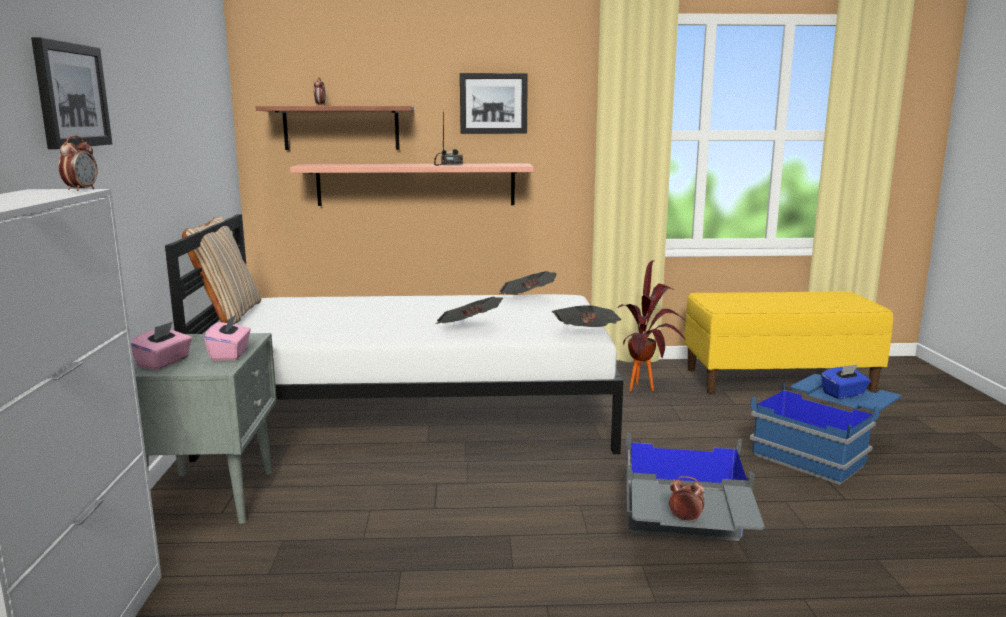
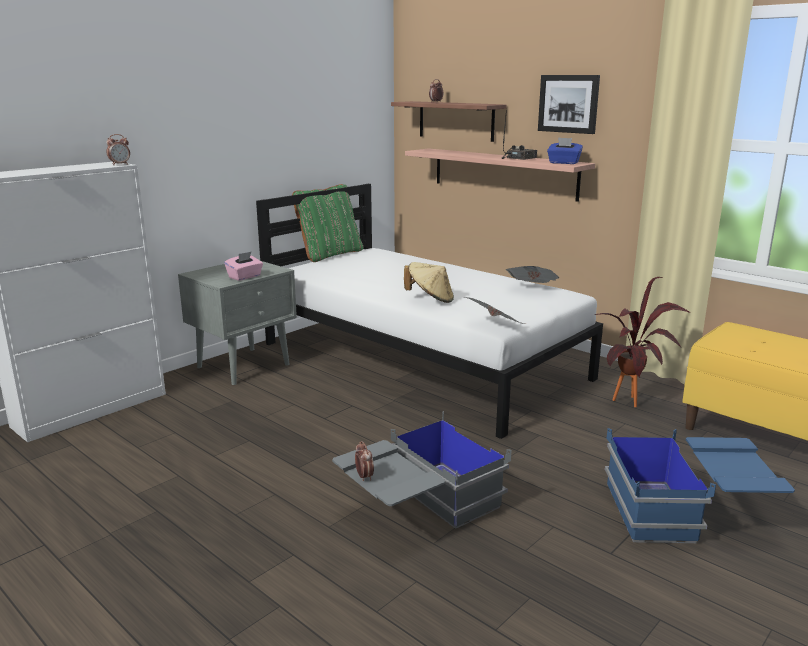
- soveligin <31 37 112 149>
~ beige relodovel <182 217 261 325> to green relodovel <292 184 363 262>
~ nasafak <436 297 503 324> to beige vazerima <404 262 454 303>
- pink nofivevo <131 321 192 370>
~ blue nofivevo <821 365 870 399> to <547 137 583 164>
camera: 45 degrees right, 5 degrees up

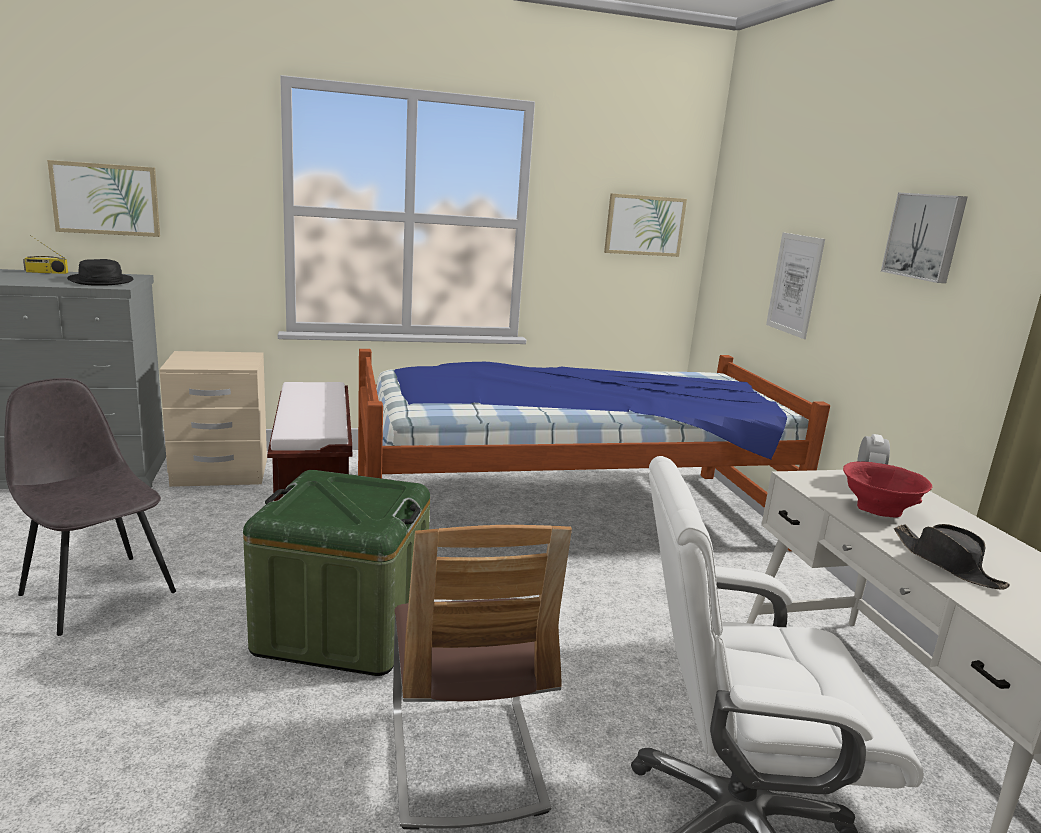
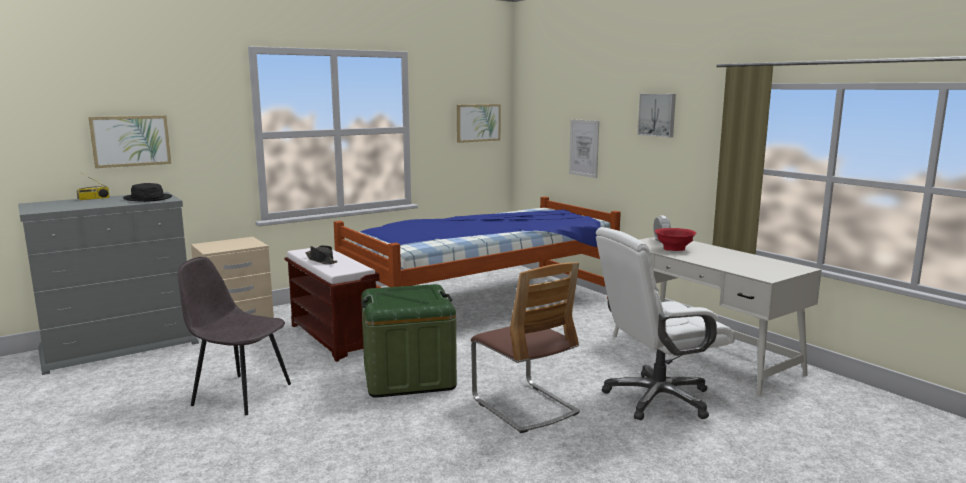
~ black vazerima <894 524 1010 590> to <305 246 338 264>
camera: 20 degrees left, 5 degrees down

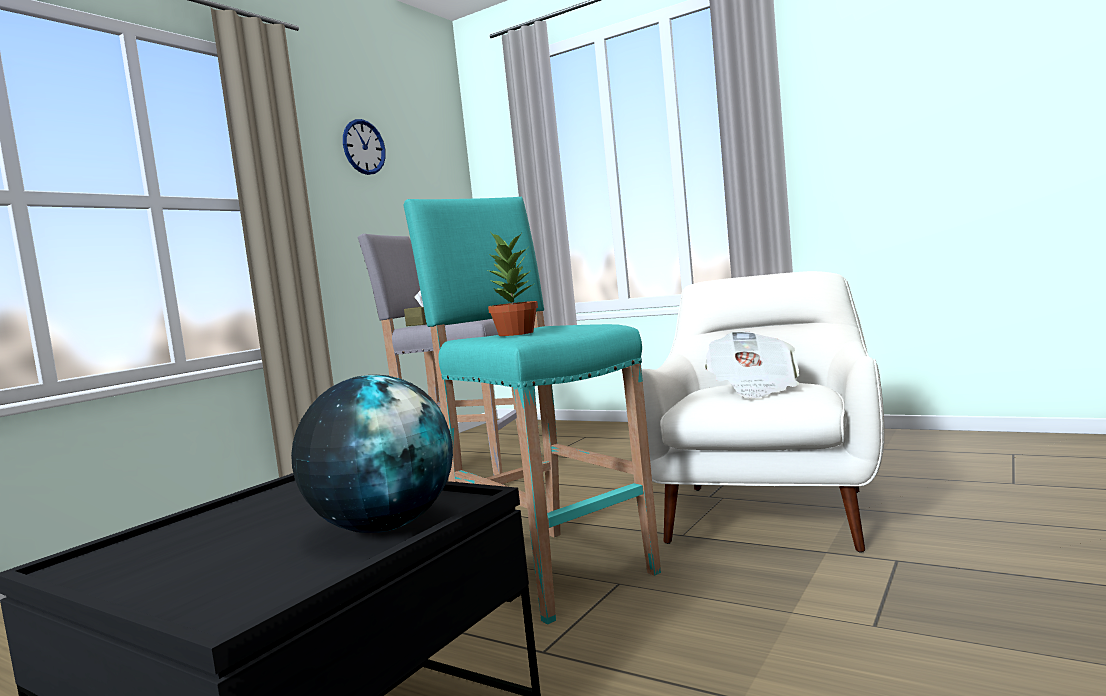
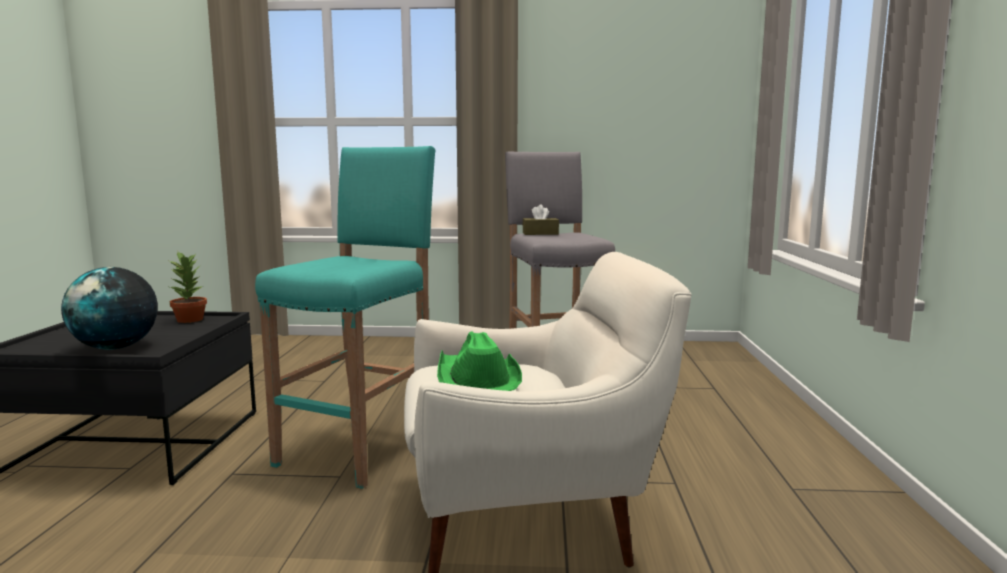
- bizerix <343 119 386 175>
~ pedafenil <488 233 538 336> to <169 252 207 323>
~ nasafak <704 331 799 398> to green vazerima <437 331 522 391>
camera: 60 degrees right, 5 degrees up

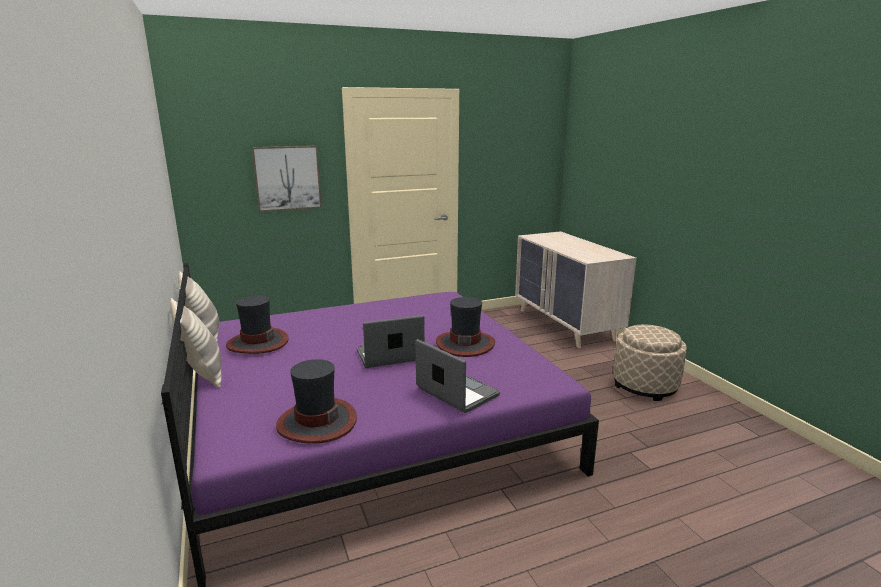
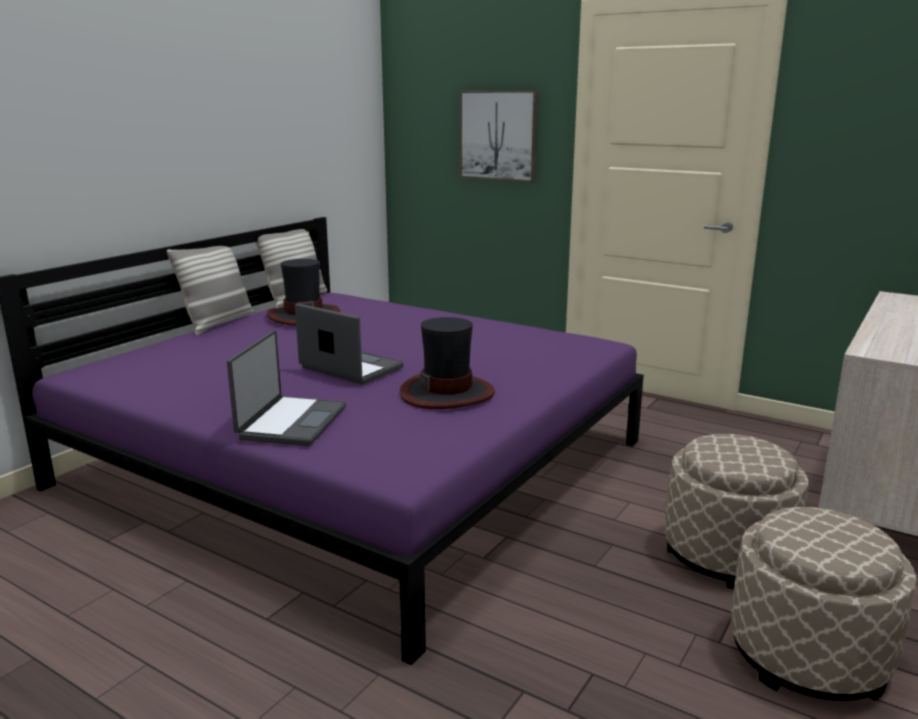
- vazerima <276 359 357 444>
+ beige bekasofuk <665 434 809 589>
camera: 55 degrees right, 0 degrees up

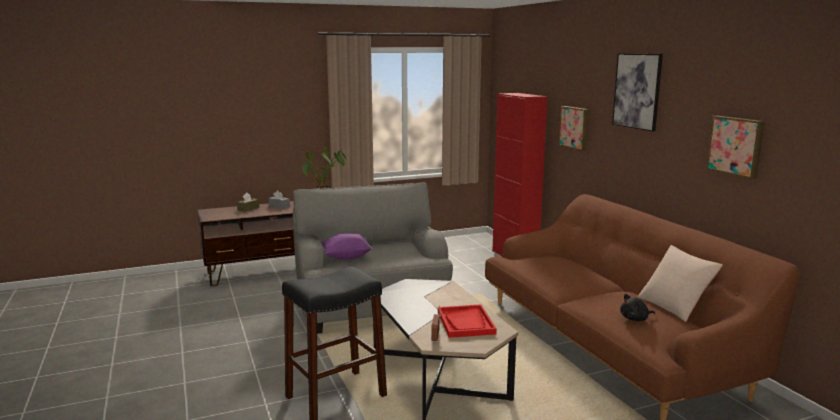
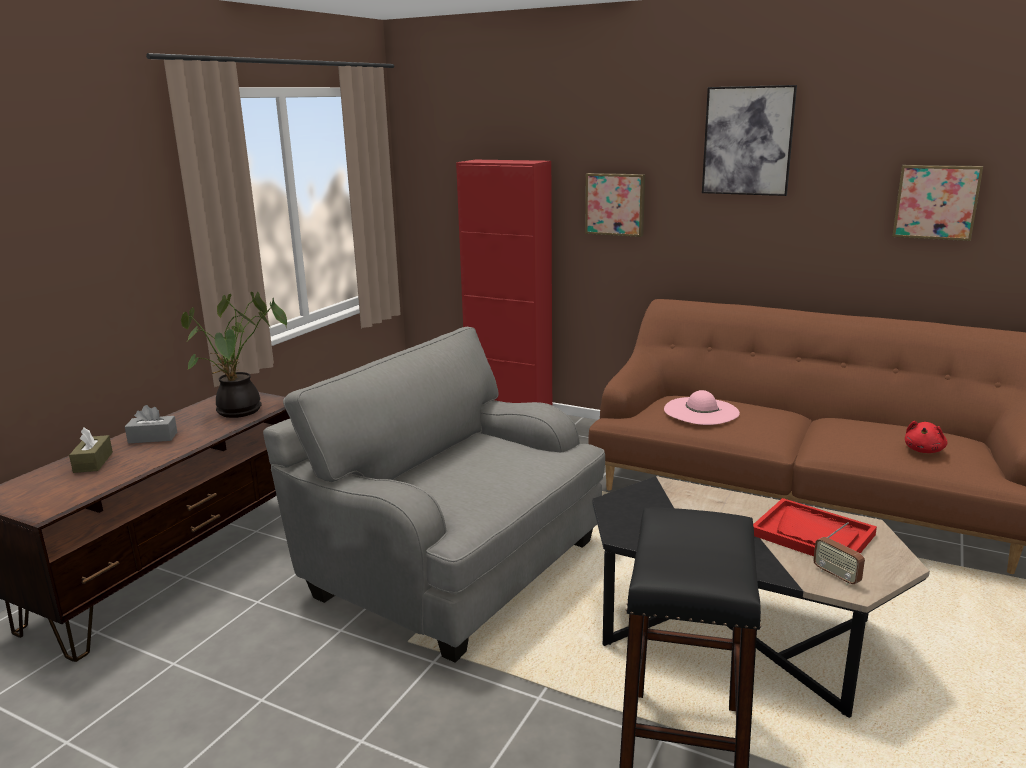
- purple relodovel <321 233 372 259>
- beige relodovel <638 245 723 322>
~ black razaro <620 294 655 321> to red razaro <905 421 947 453>
+ pink vazerima <664 390 740 425>
camera: 40 degrees left, 5 degrees up

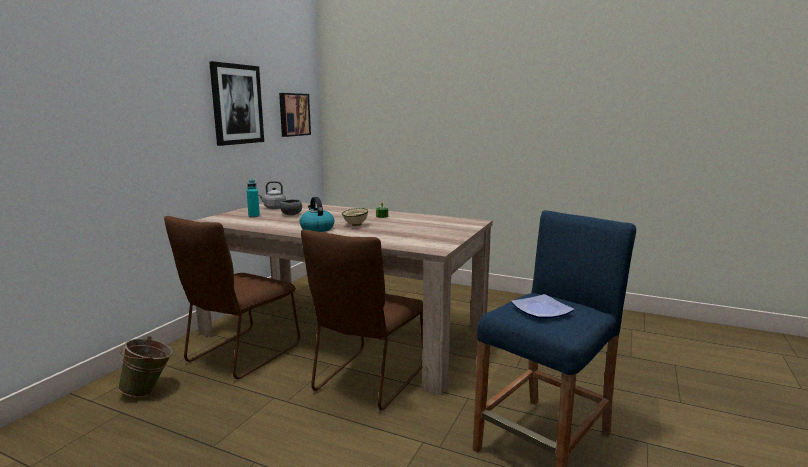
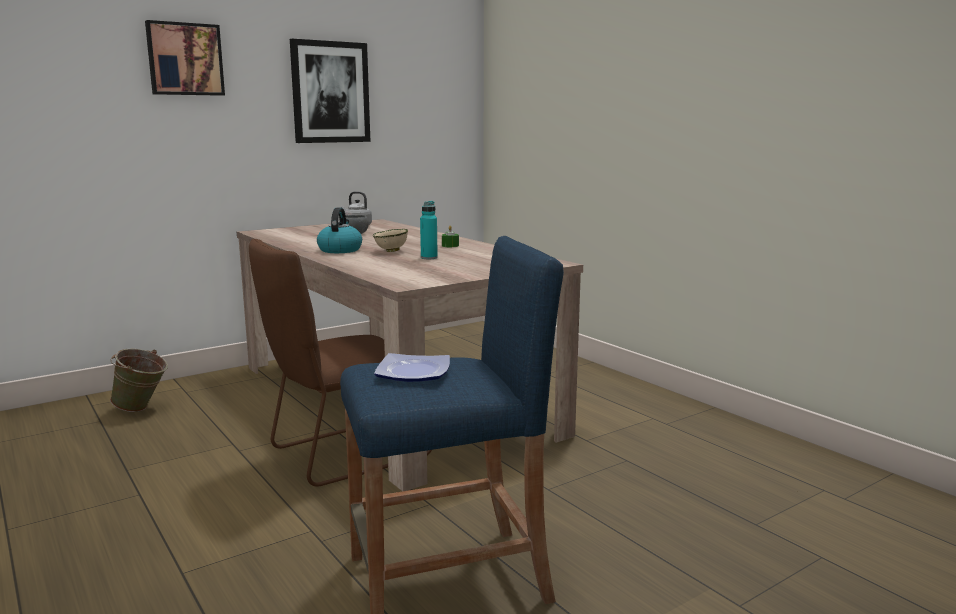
~ soveligin <279 93 311 137> to <145 20 225 96>
~ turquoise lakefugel <247 180 260 218> to <420 201 438 259>
- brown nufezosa <164 216 300 379>
camera: 30 degrees right, 0 degrees up

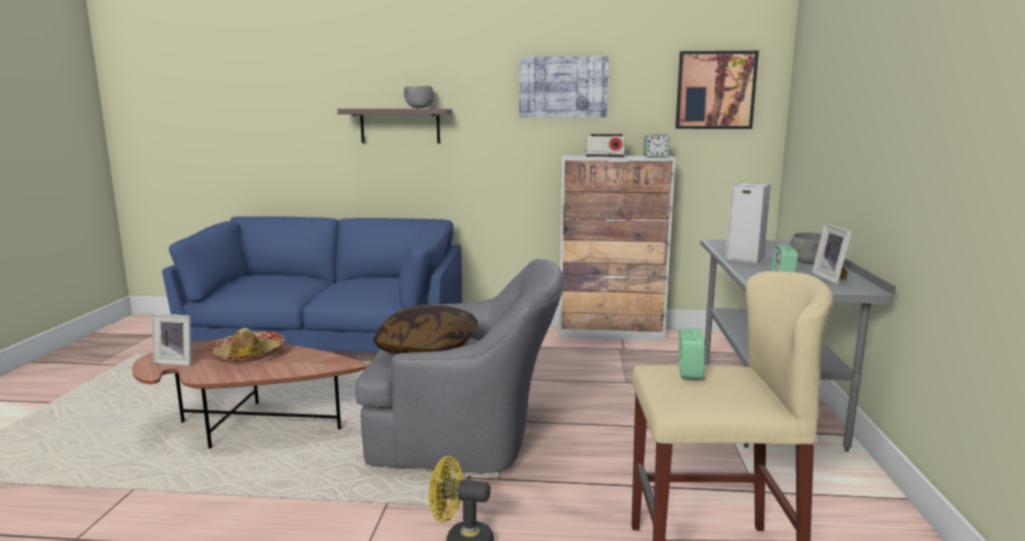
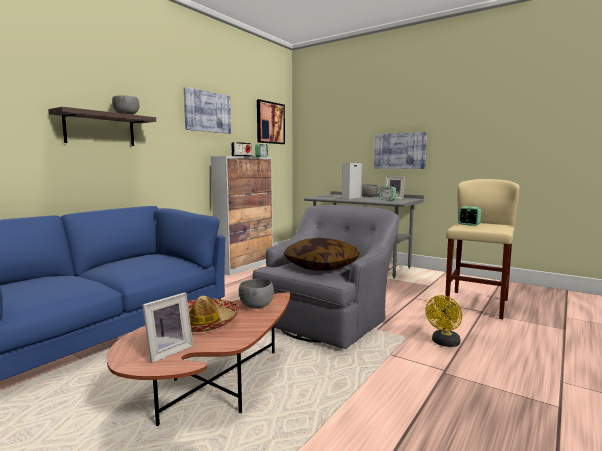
+ soveligin <374 132 427 169>
+ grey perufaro <239 279 274 309>
camera: 60 degrees left, 5 degrees down

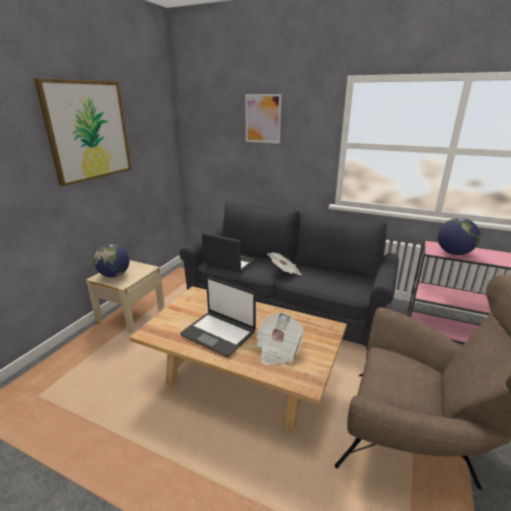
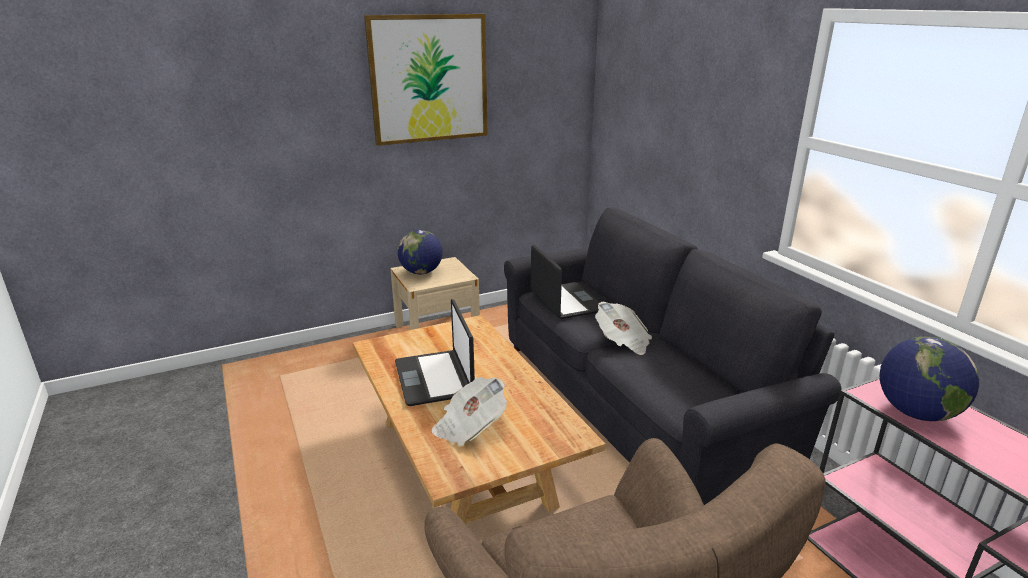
- soveligin <245 94 281 144>
camera: 40 degrees right, 0 degrees up

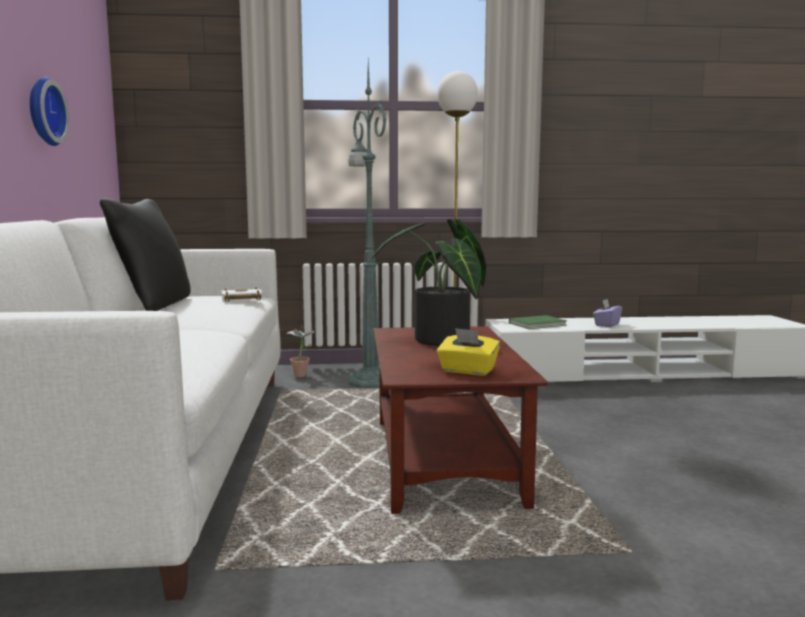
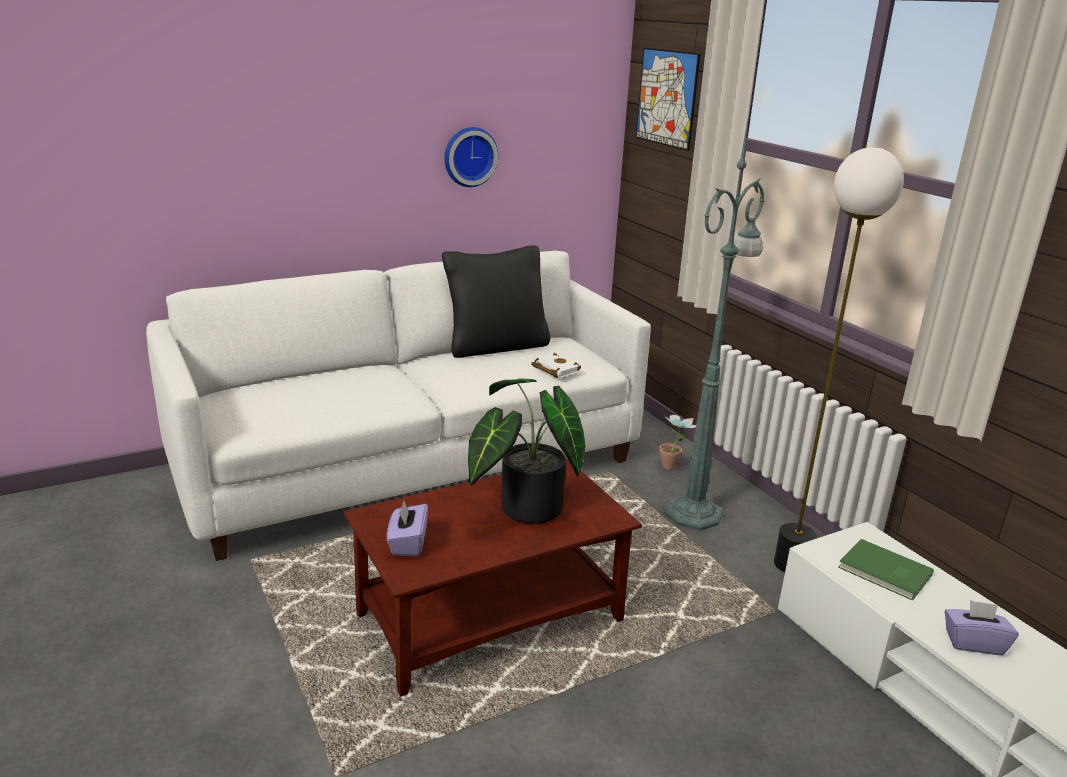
~ yellow nofivevo <437 328 500 376> to purple nofivevo <387 501 428 556>
+ soveligin <636 48 701 151>
camera: 65 degrees right, 15 degrees up

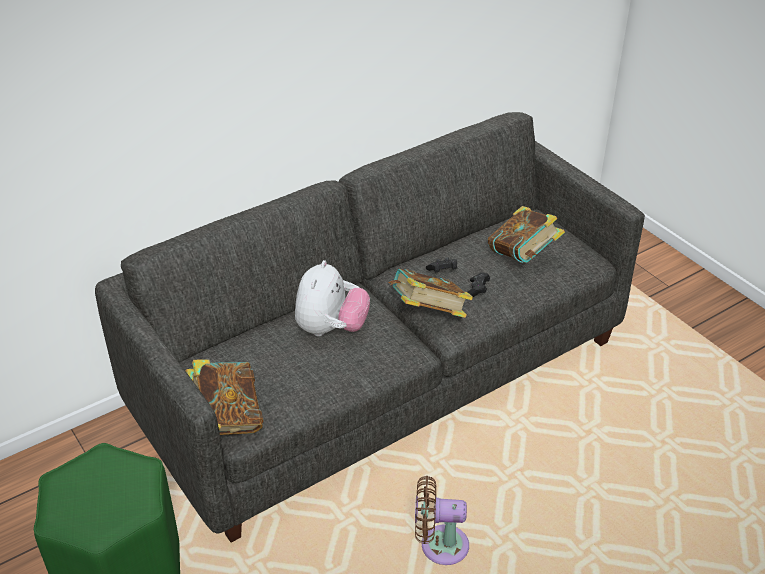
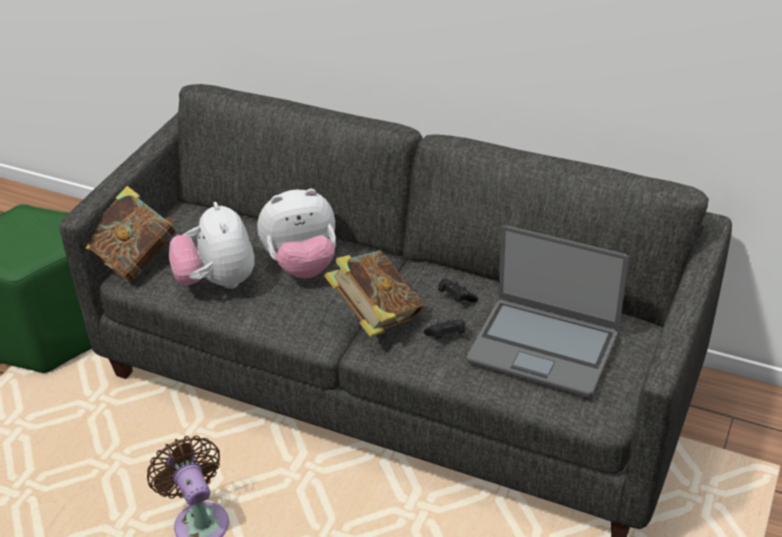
~ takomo <488 206 565 263> to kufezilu <467 225 629 398>
+ razaro <169 202 255 289>
camera: 60 degrees right, 0 degrees up

